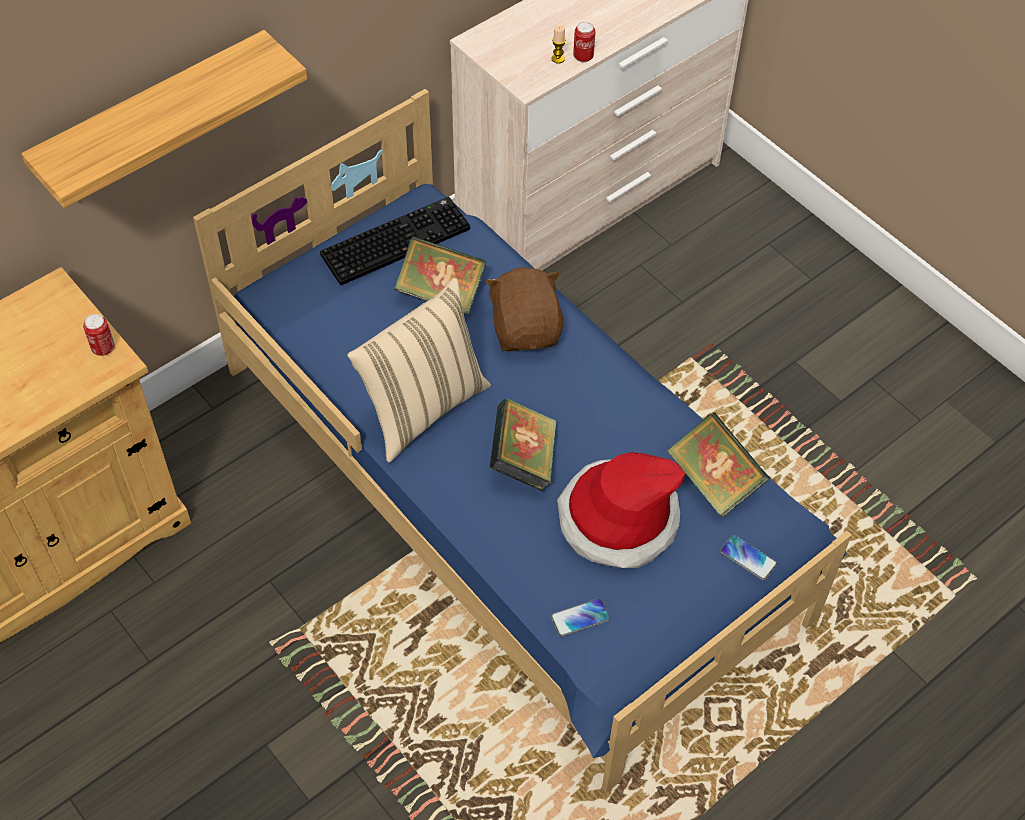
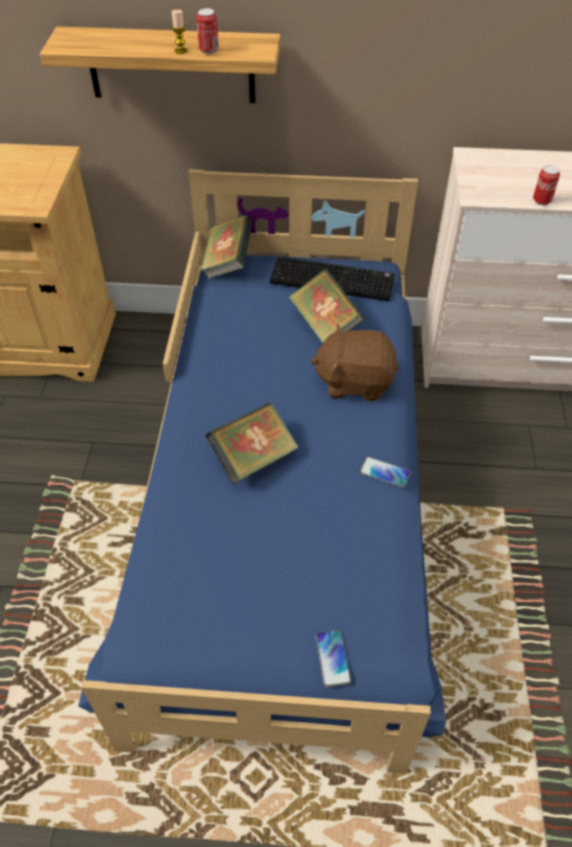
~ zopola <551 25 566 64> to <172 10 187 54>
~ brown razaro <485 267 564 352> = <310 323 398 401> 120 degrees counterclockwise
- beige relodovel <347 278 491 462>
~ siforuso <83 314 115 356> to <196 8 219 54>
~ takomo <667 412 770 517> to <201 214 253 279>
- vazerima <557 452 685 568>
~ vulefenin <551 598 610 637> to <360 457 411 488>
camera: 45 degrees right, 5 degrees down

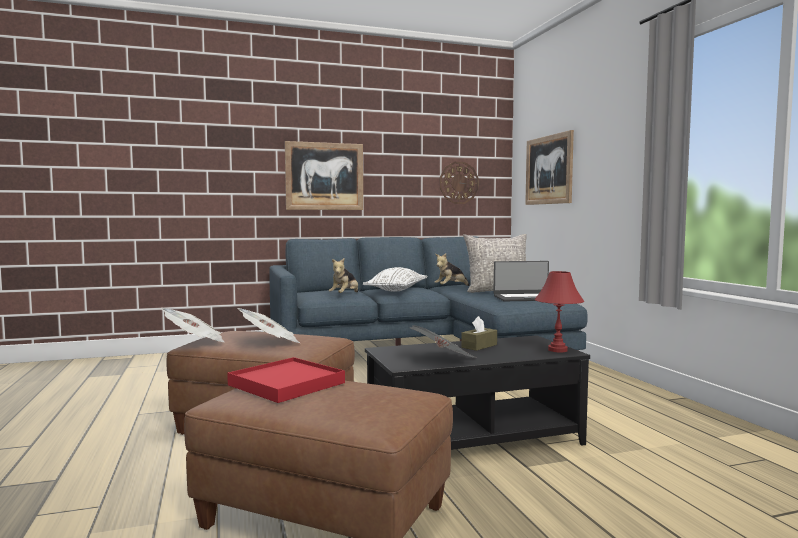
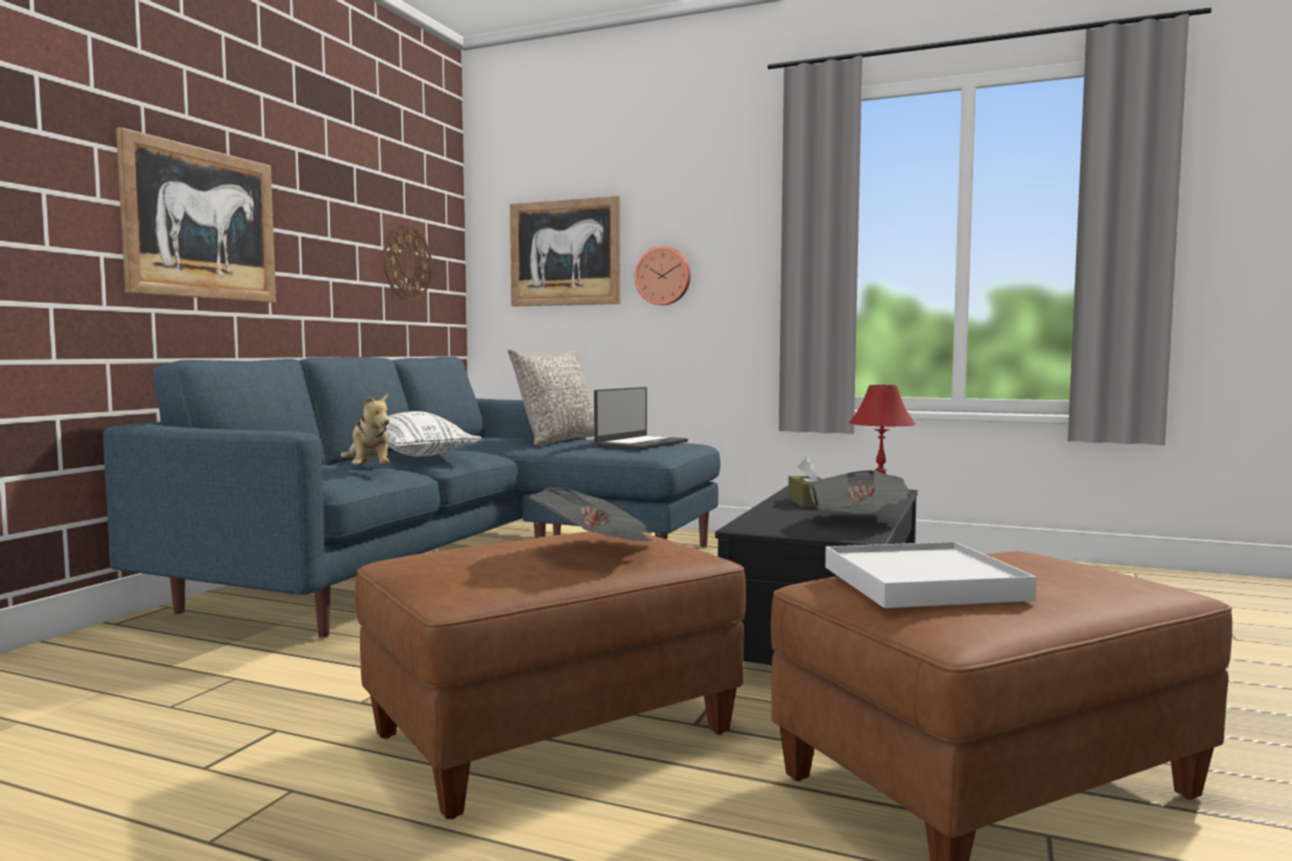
- razaro <435 253 469 286>
- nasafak <161 308 224 342>
~ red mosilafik <227 357 345 403> to white mosilafik <825 542 1036 608>
+ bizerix <635 246 691 305>
camera: 50 degrees left, 0 degrees up

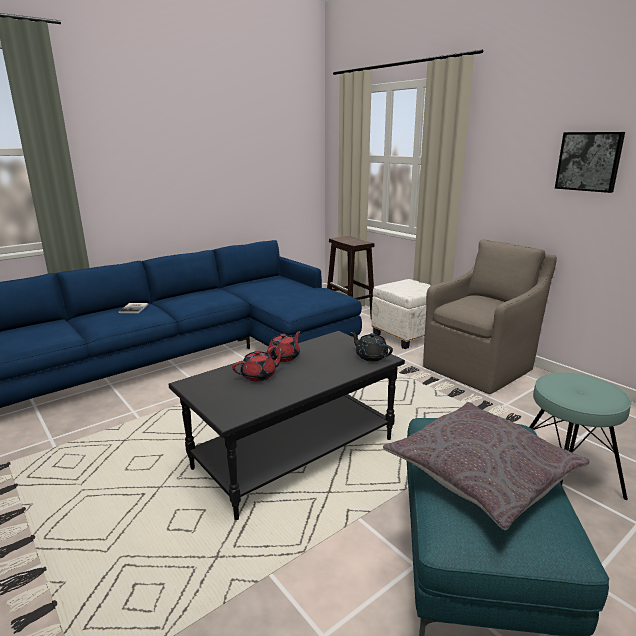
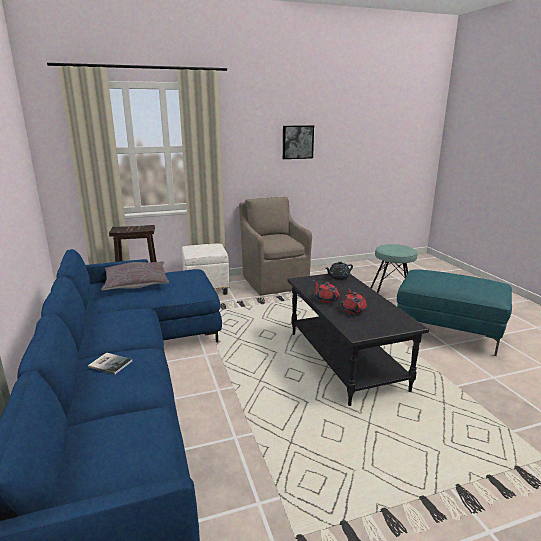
~ grey relodovel <383 402 590 530> to <101 261 169 290>
camera: 70 degrees left, 0 degrees up

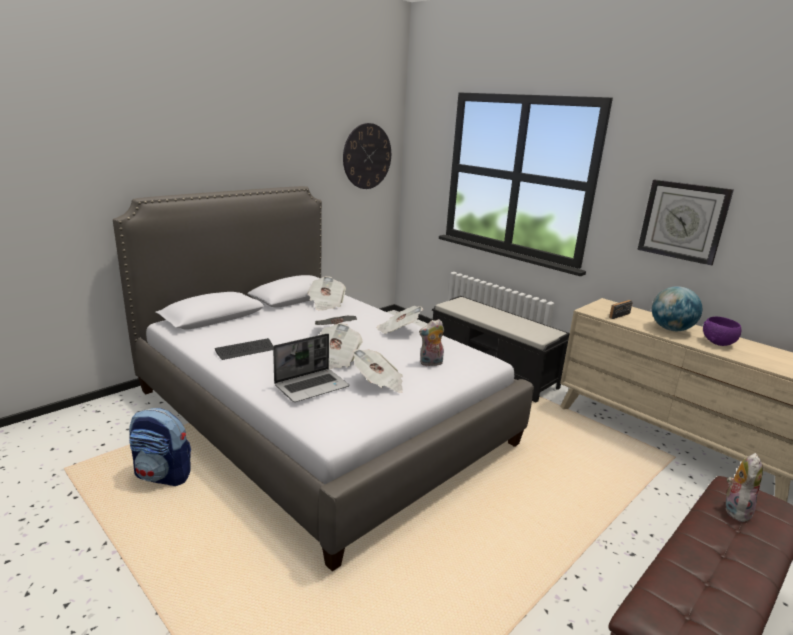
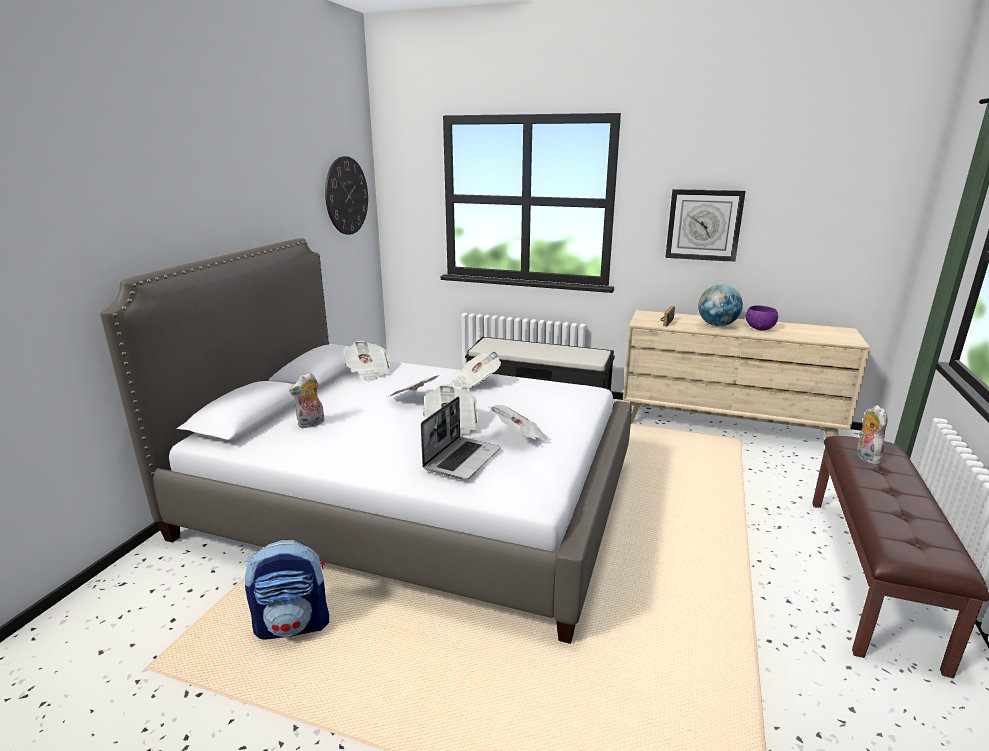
~ razaro <419 319 444 366> to <289 372 324 428>
- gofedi <215 338 273 360>
camera: 25 degrees left, 0 degrees up

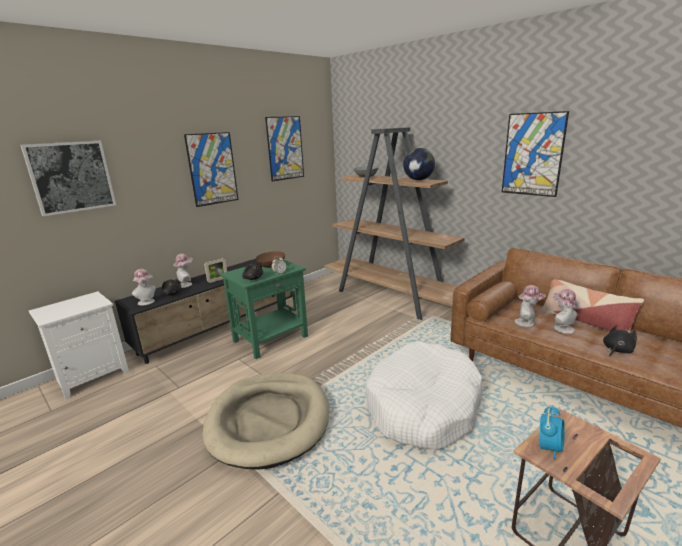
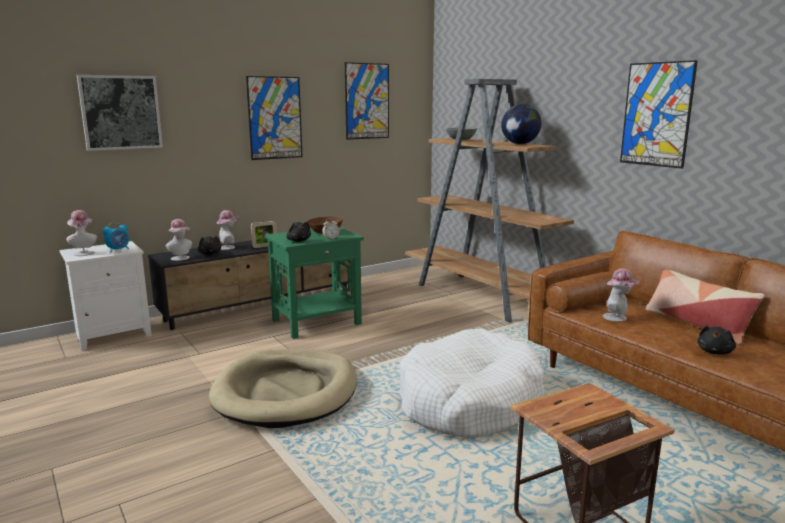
~ vazerima <553 289 579 334> to <66 210 97 256>
~ black razaro <603 325 637 356> = <697 325 736 355> 150 degrees clockwise
~ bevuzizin <539 405 565 460> to <103 222 129 252>
camera: 10 degrees right, 5 degrees down

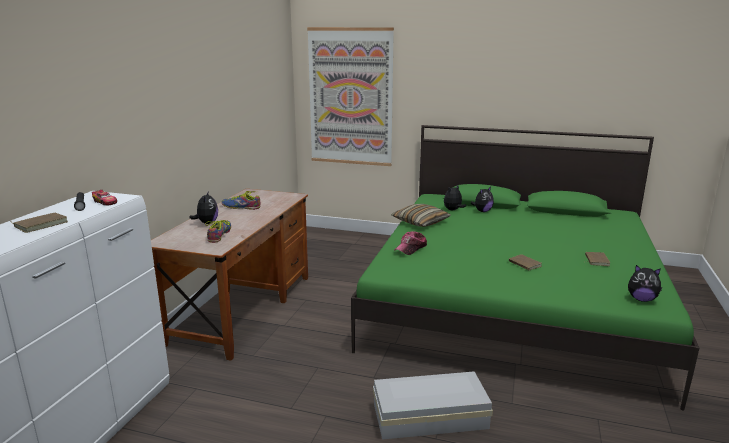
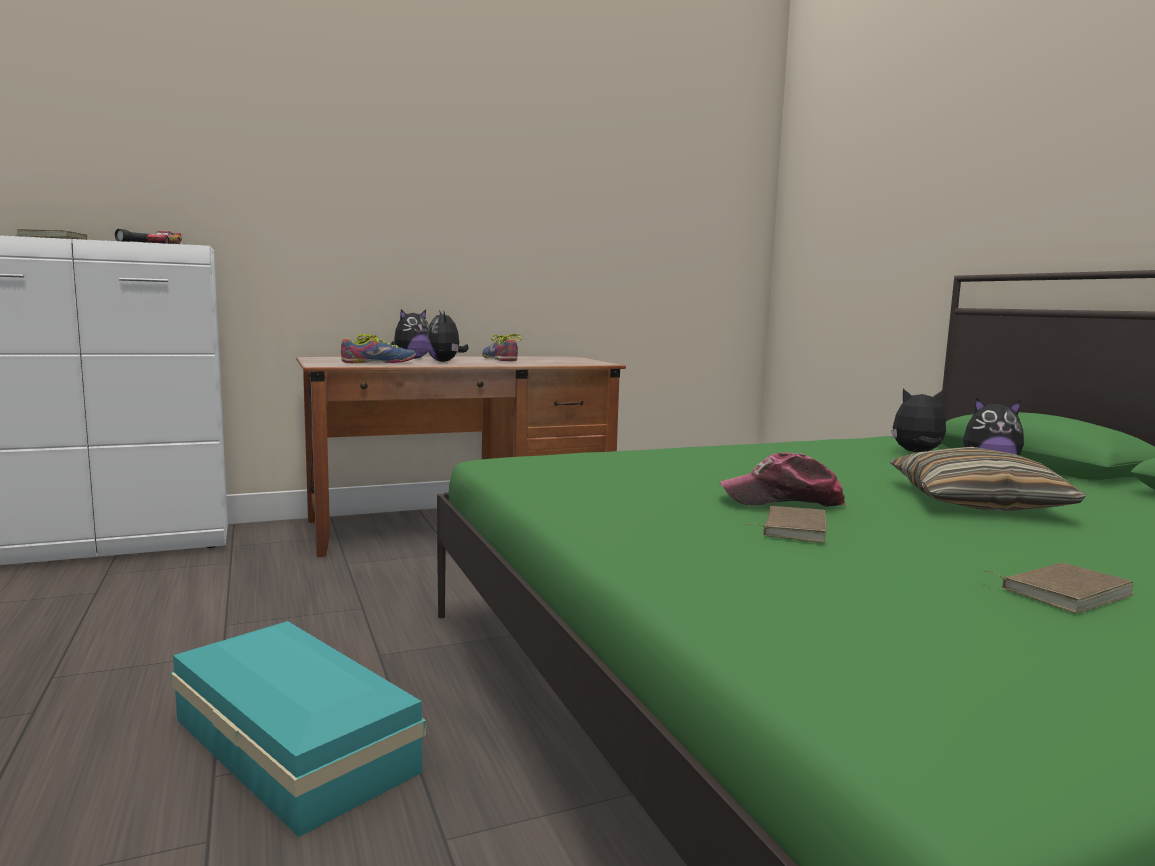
- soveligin <307 27 394 166>
~ relodovel <391 204 451 227> to <890 447 1087 511>
~ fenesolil <394 231 427 255> to <719 453 846 507>
~ razaro <628 265 663 302> to <426 310 468 362>
~ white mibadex <373 371 493 440> to turquoise mibadex <171 621 426 837>
camera: 50 degrees right, 10 degrees down

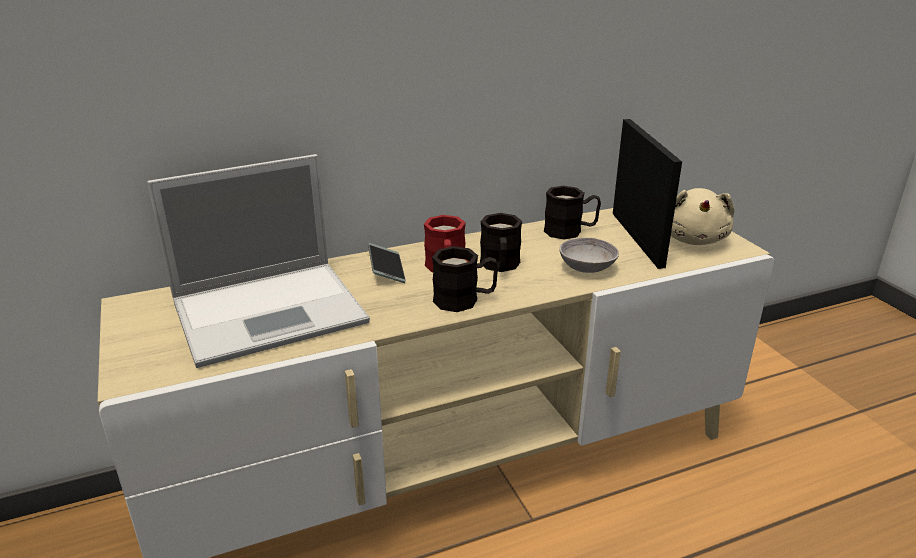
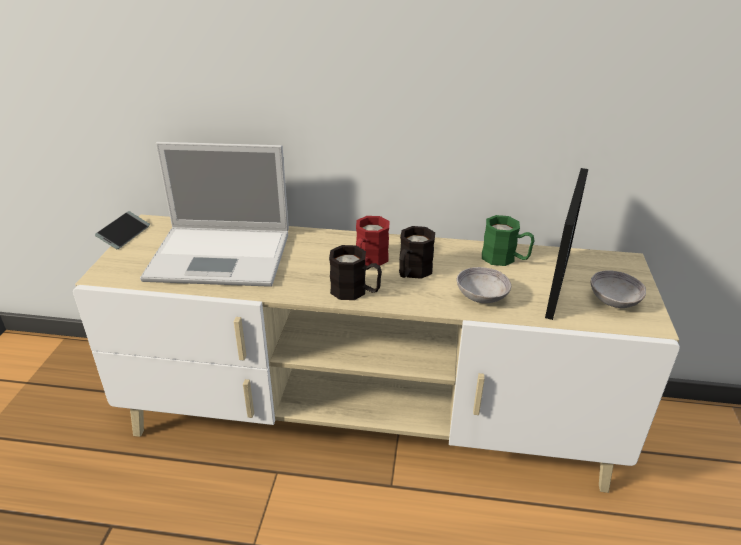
~ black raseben <544 186 601 240> to green raseben <482 215 535 266>
~ beige razaro <671 188 734 245> to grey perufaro <591 270 646 308>
~ vulefenin <368 243 406 283> to <95 211 150 249>
camera: 30 degrees right, 5 degrees up

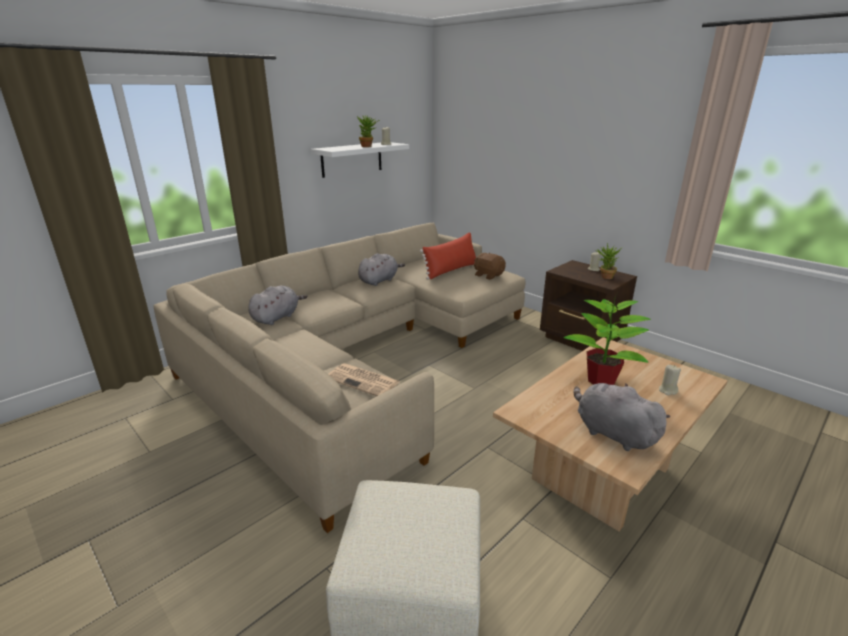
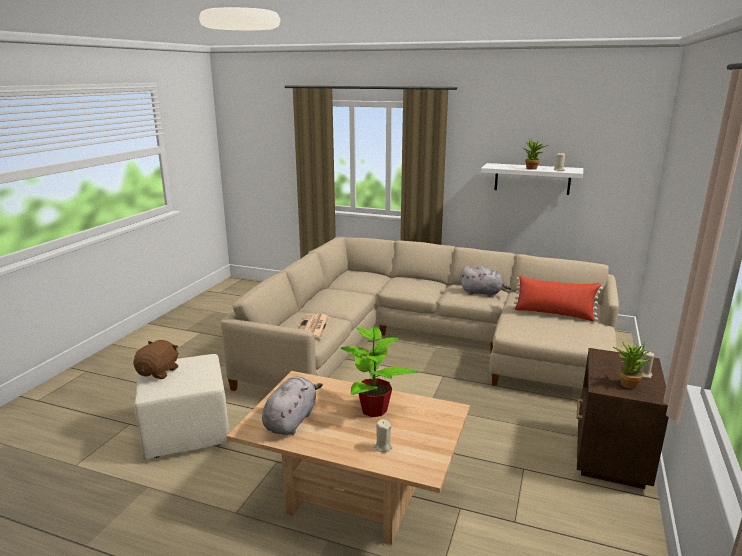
~ brown razaro <474 253 506 280> to <133 340 179 379>
- grey razaro <249 285 307 325>
camera: 65 degrees right, 5 degrees down

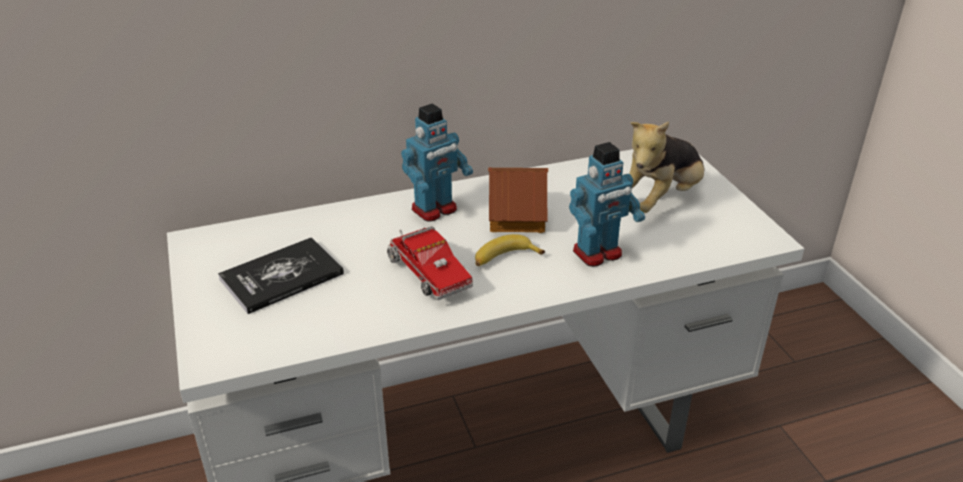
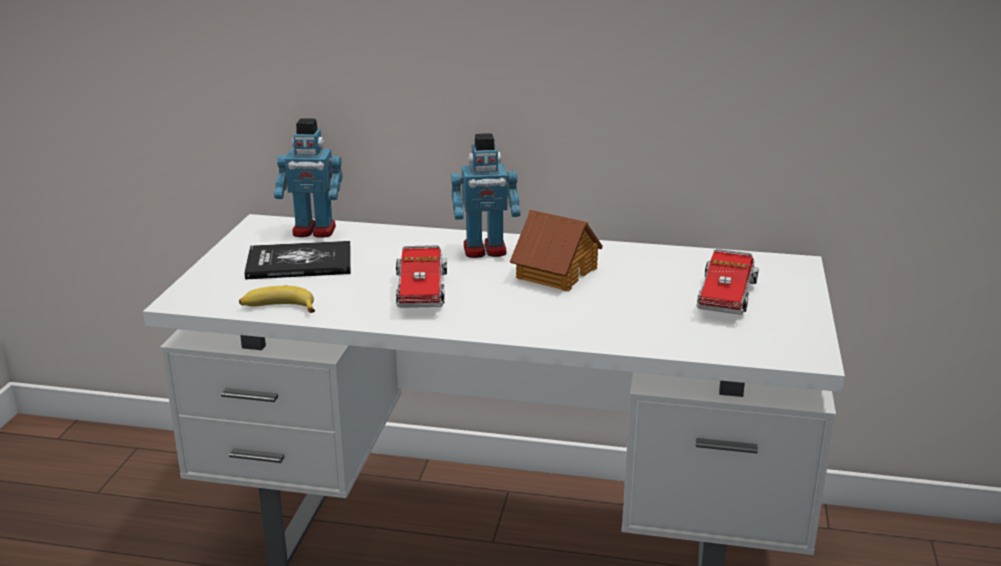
~ razaro <629 122 705 213> to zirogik <696 249 759 315>
~ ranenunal <569 142 645 267> to <274 118 342 238>
~ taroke <475 234 545 266> to <239 286 315 313>
camera: 30 degrees right, 10 degrees down

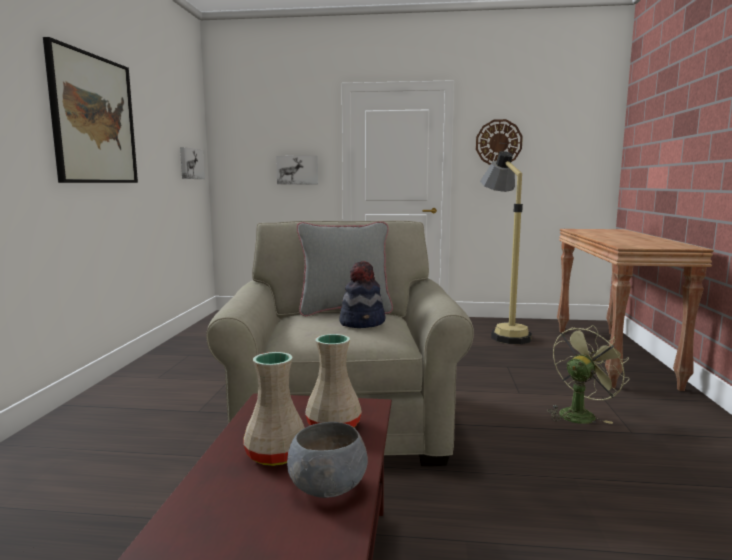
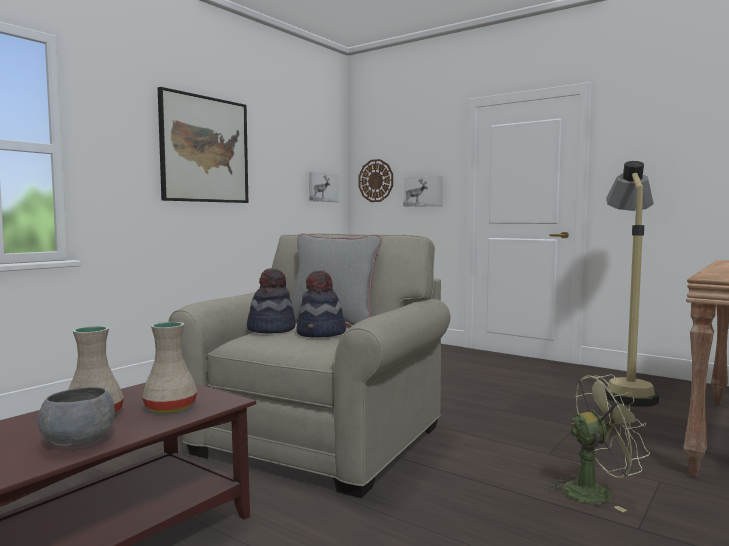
~ bizerix <476 119 523 165> to <359 159 393 202>
+ vazerima <247 268 296 333>
camera: 30 degrees right, 5 degrees down

